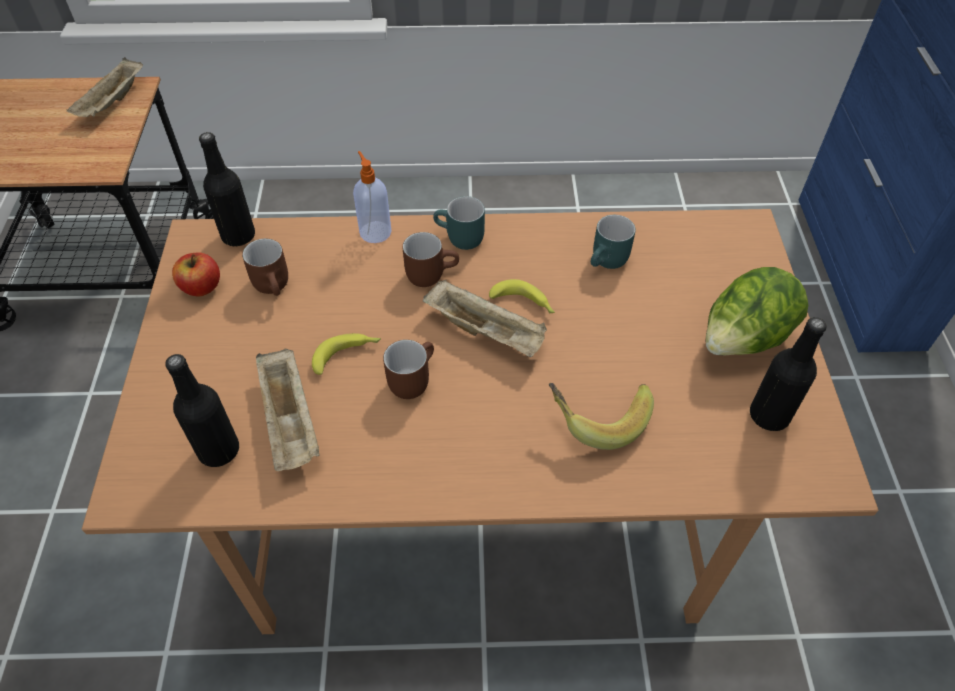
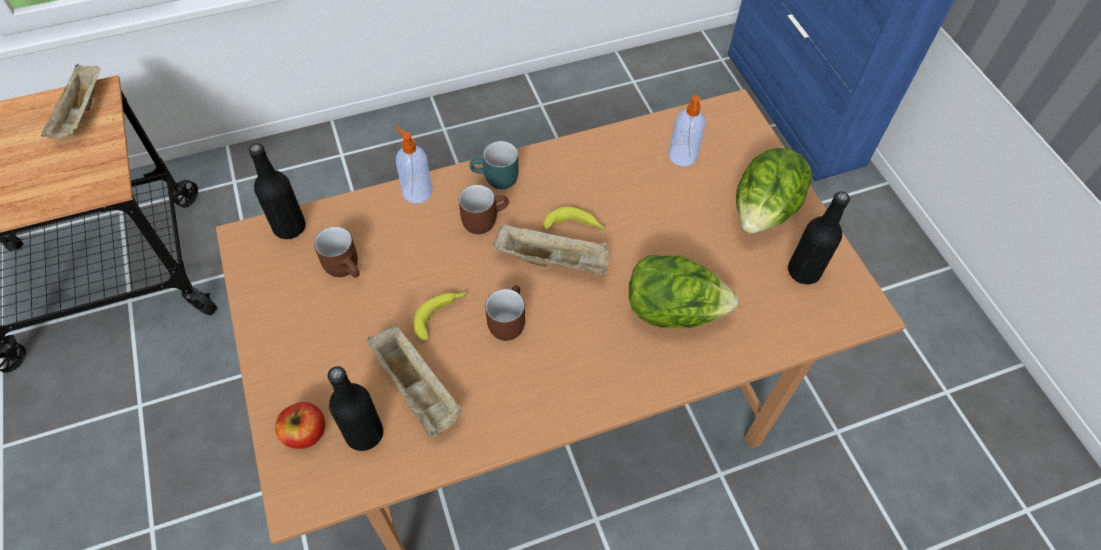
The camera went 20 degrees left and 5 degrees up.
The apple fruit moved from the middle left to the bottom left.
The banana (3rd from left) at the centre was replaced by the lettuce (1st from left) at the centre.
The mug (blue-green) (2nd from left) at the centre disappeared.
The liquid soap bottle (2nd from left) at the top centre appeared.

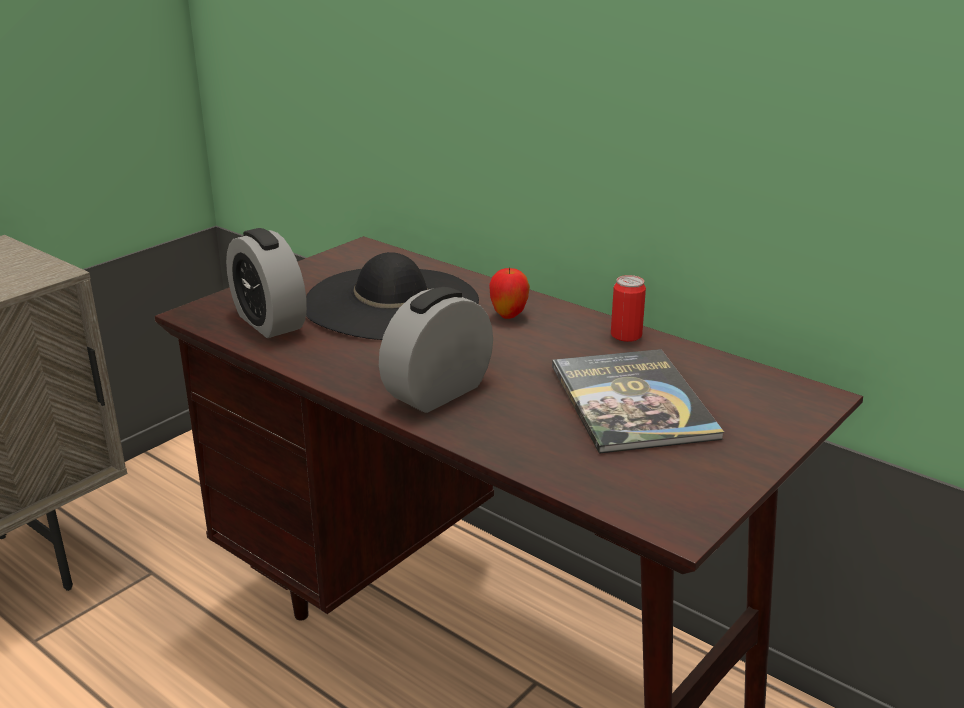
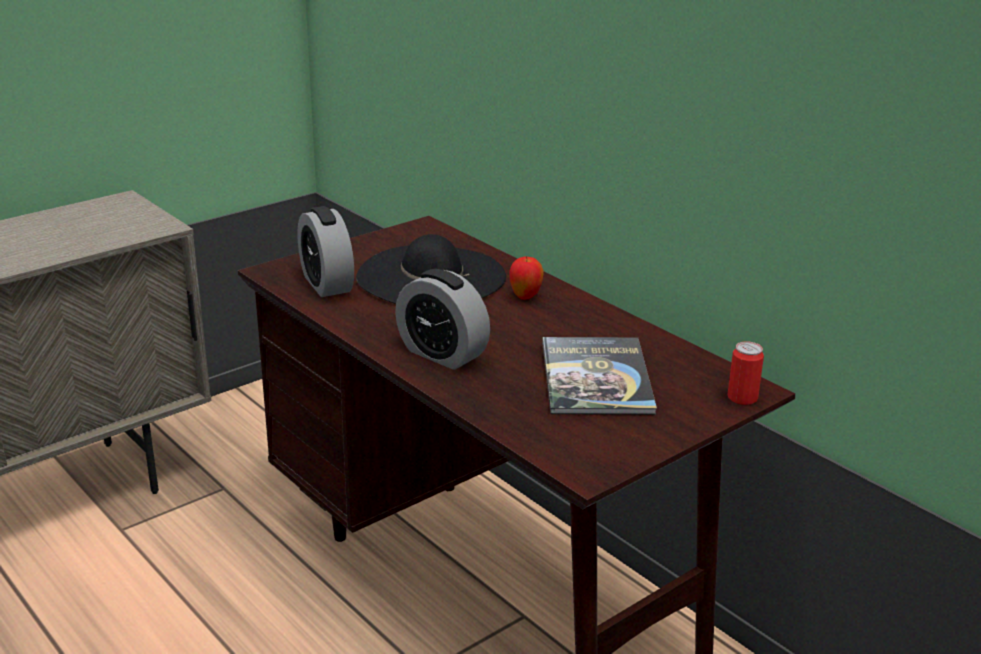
The camera went 10 degrees right and 0 degrees up.
The bedside clock (2nd from left) at the centre turned 105 degrees counterclockwise.
The metal can moved from the centre to the middle right.

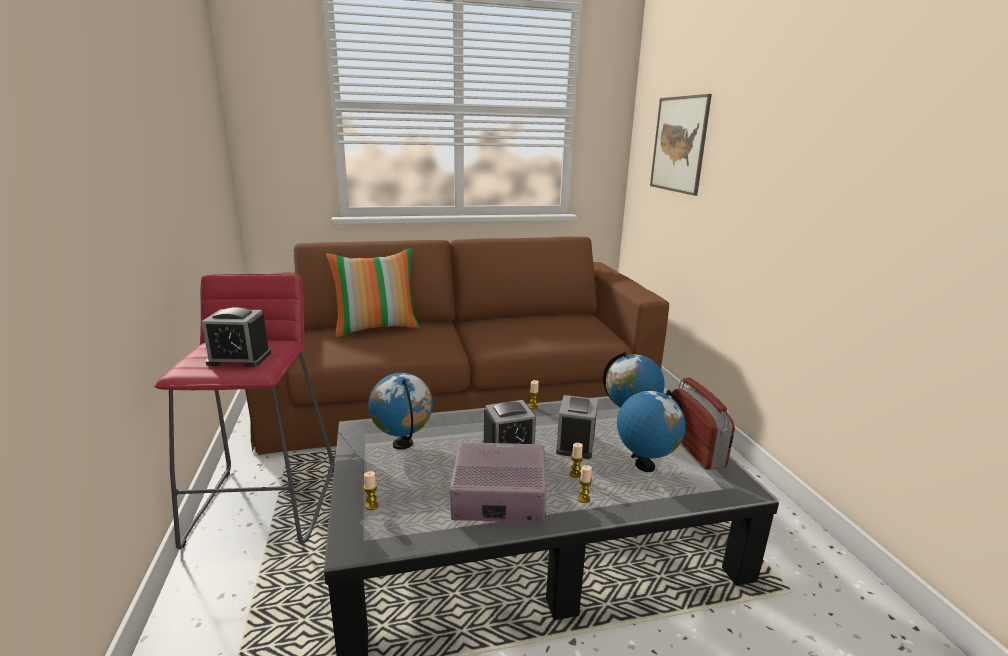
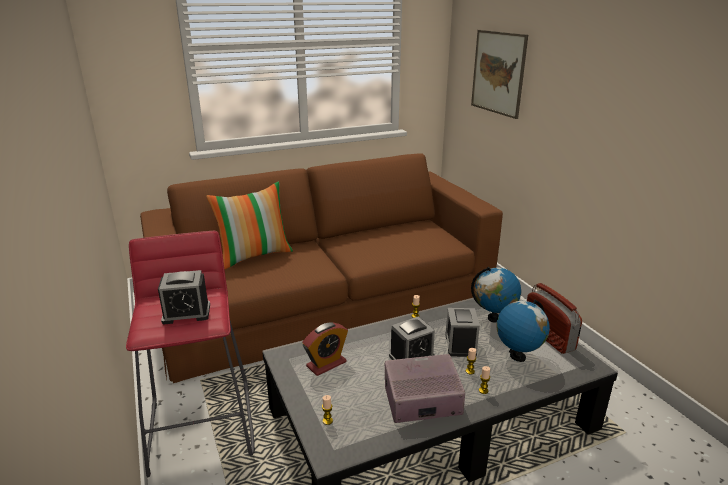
The camera went 10 degrees left and 5 degrees up.
The desk globe (1st from left) at the centre was replaced by the bedside clock (2nd from left) at the bottom centre.

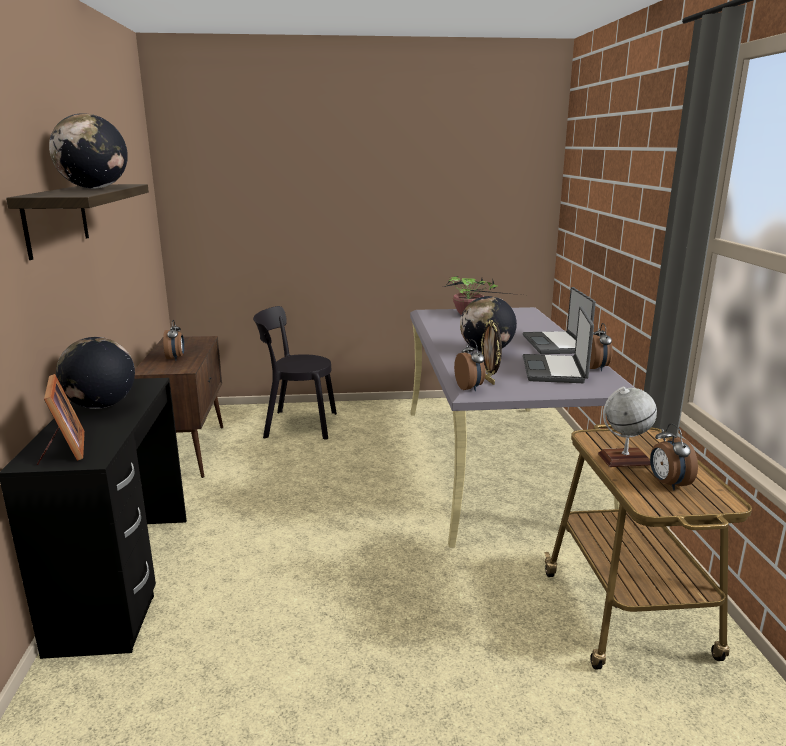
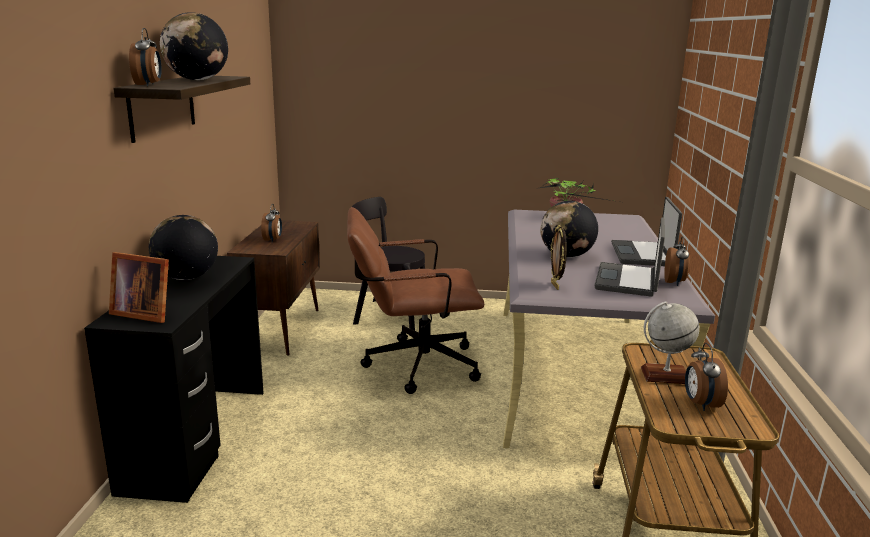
The camera went 10 degrees right and 0 degrees up.
The photo frame (1st from left) at the middle left turned 120 degrees clockwise.
The bedside clock (2nd from left in the first image) moved from the centre to the top left.
The desk chair (brownish) at the centre appeared.

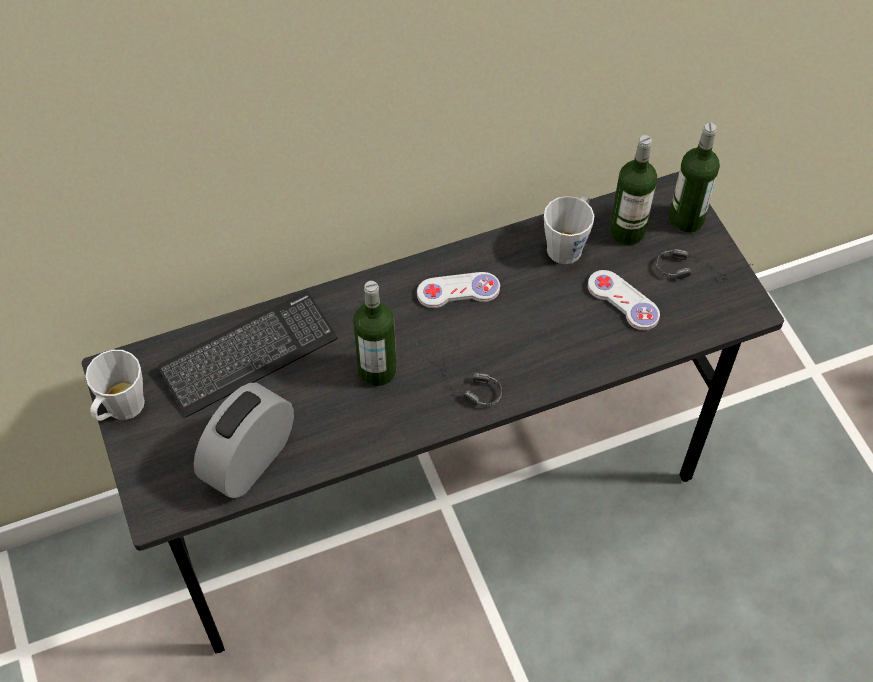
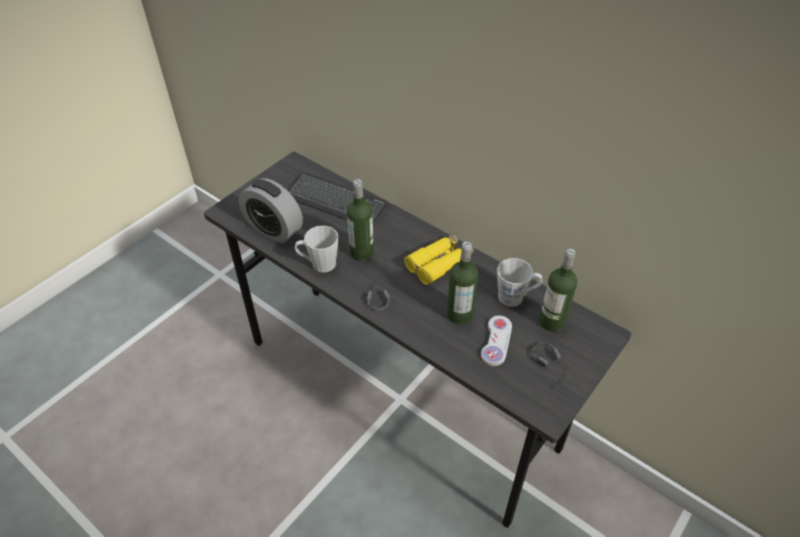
The camera went 60 degrees right and 10 degrees down.
The mug (grey) (1st from left) moved from the middle left to the centre.
The bedside clock at the middle left turned 150 degrees counterclockwise.
The gamepad (white-coloured) (1st from left) at the centre was replaced by the pair of binoculars (yellowish) at the centre.
The beverage bottle (3rd from left in the first image) moved from the top right to the centre.

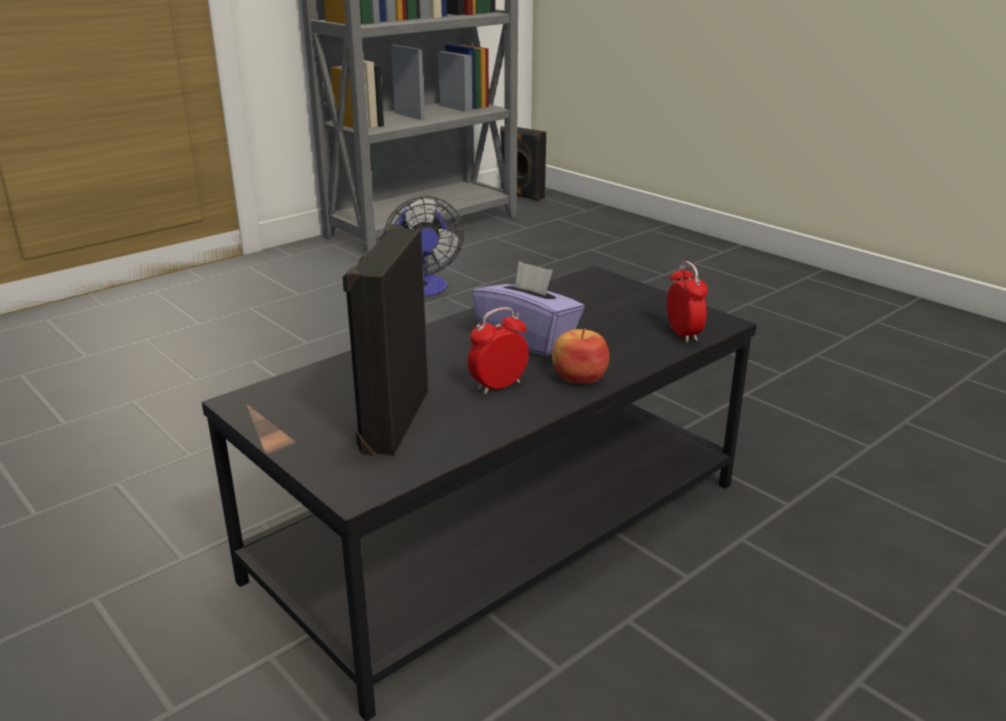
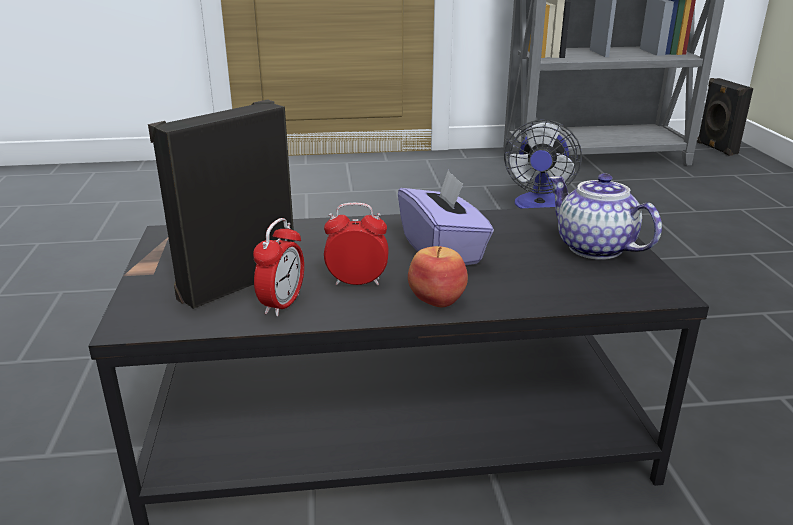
The camera went 35 degrees right and 0 degrees up.
The bedside clock (2nd from left in the first image) moved from the middle right to the centre.
The teapot at the middle right appeared.

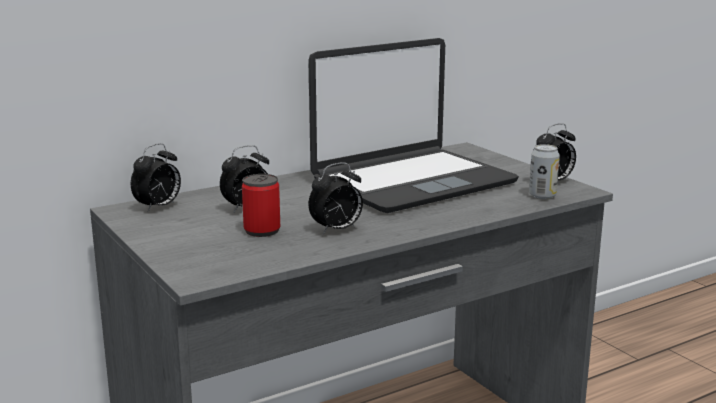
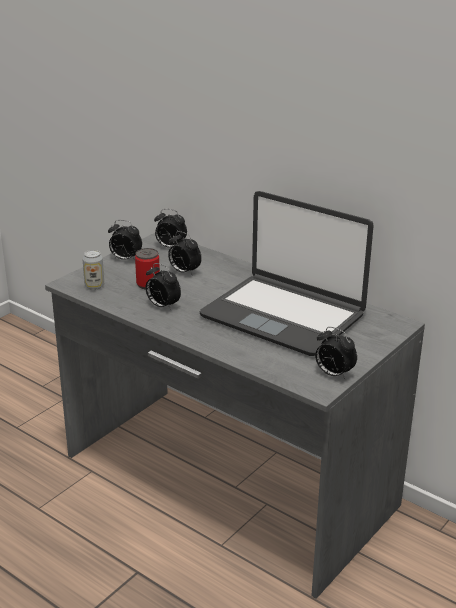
The camera went 70 degrees right and 10 degrees up.
The metal can (2nd from left in the first image) moved from the middle right to the middle left.
The bedside clock (1st from left) at the middle left appeared.

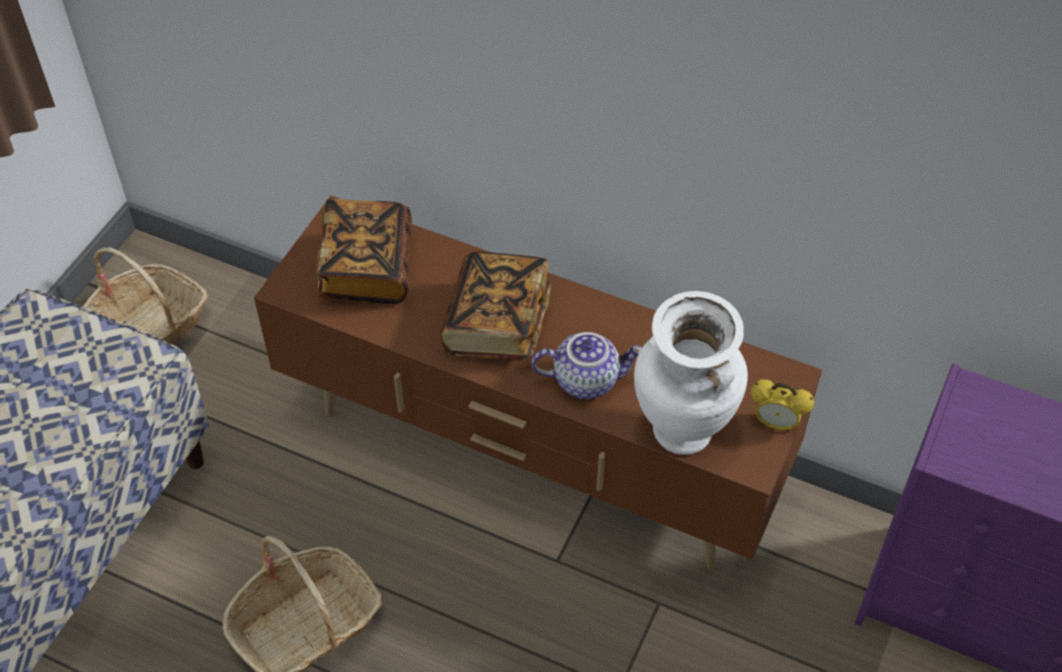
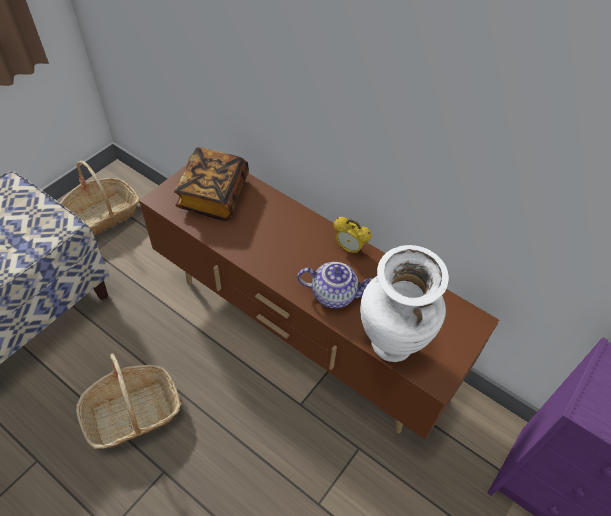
The camera went 10 degrees right and 0 degrees up.
The volume (2nd from left) at the centre disappeared.
The bedside clock moved from the middle right to the centre.

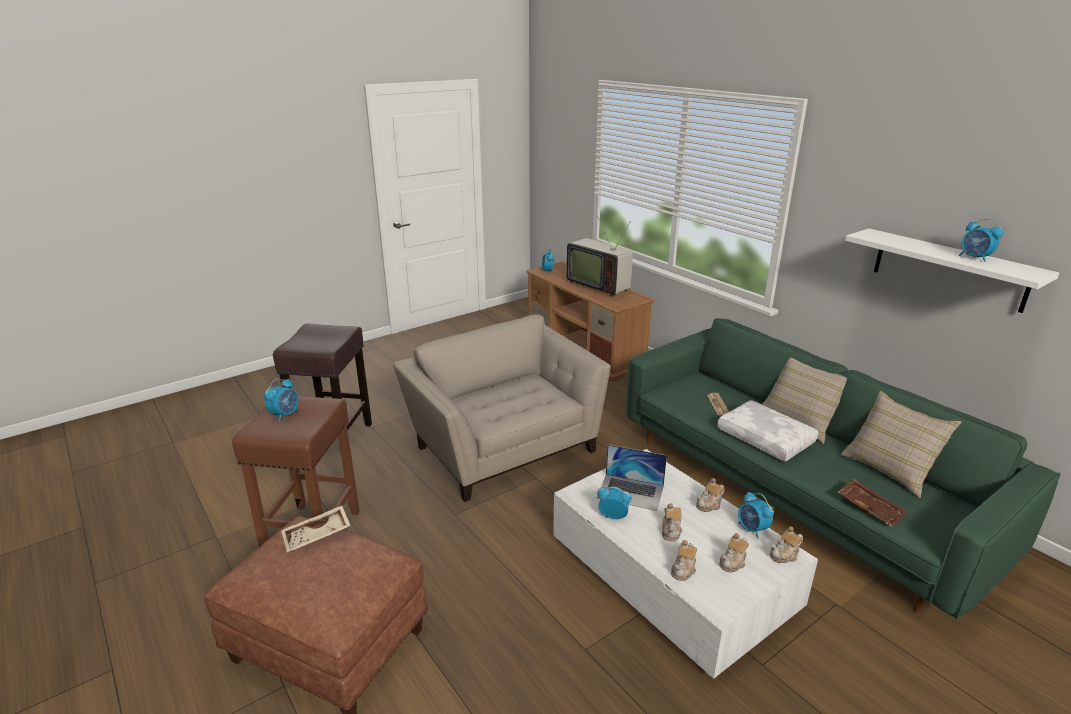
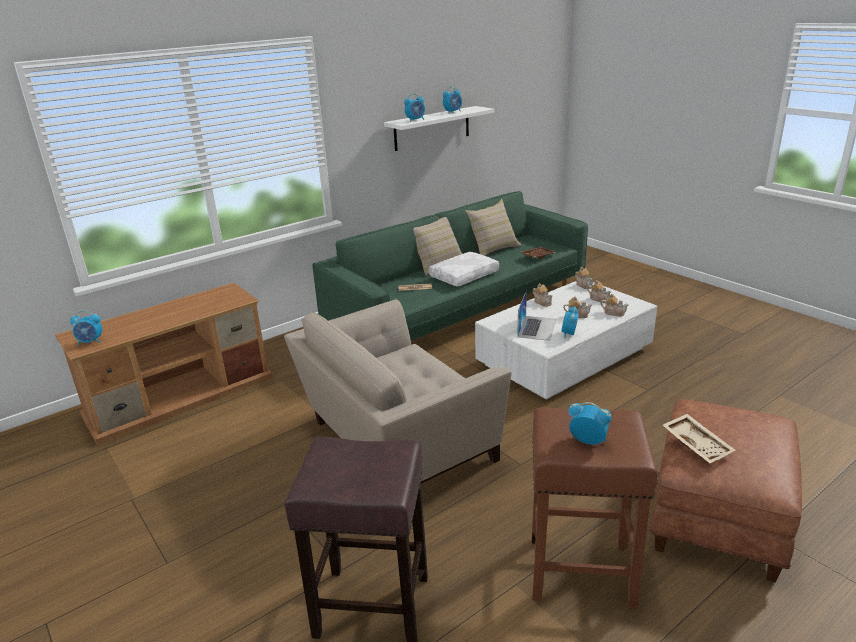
The camera went 90 degrees left and 0 degrees up.
The TV set at the centre disappeared.
The bedside clock (4th from left in the first image) moved from the bottom right to the top centre.

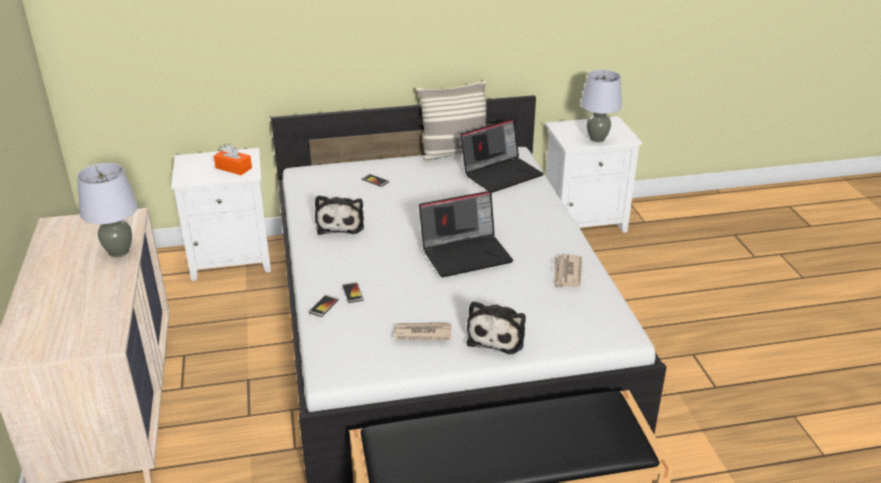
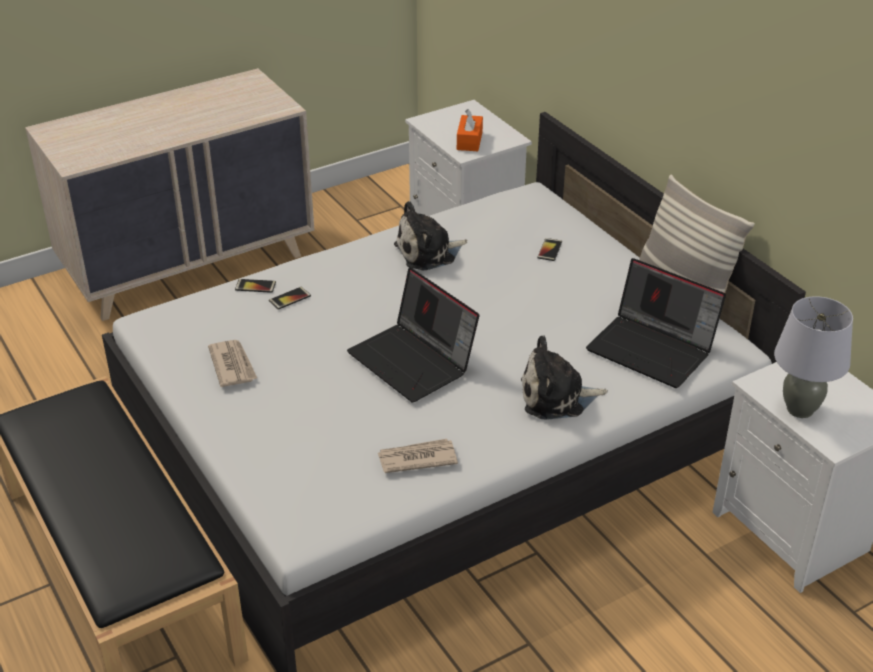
The camera went 70 degrees right and 5 degrees up.
The tabletop lamp (grey) (1st from left) at the middle left disappeared.
The plush toy (2nd from left) moved from the bottom centre to the centre.

